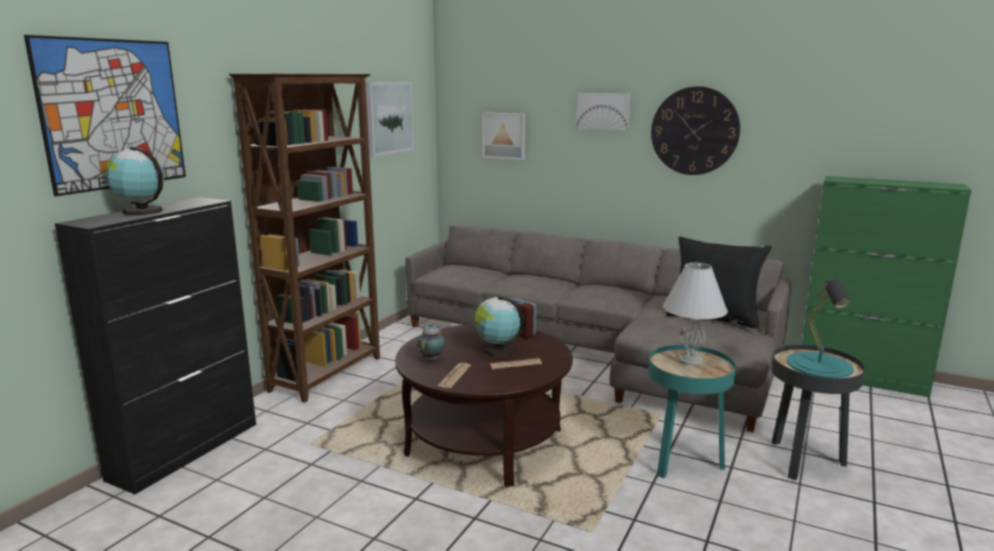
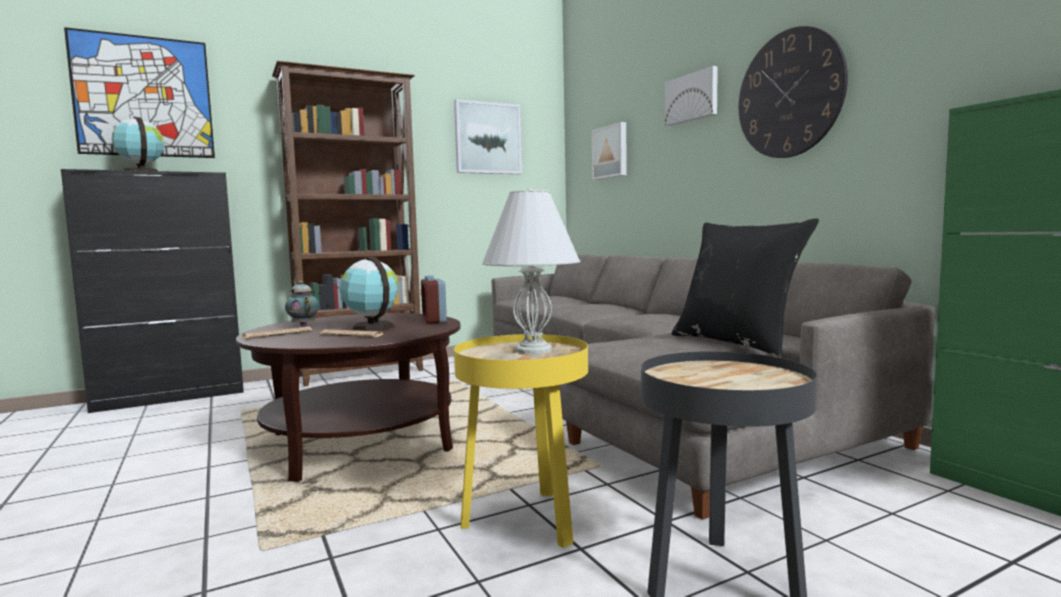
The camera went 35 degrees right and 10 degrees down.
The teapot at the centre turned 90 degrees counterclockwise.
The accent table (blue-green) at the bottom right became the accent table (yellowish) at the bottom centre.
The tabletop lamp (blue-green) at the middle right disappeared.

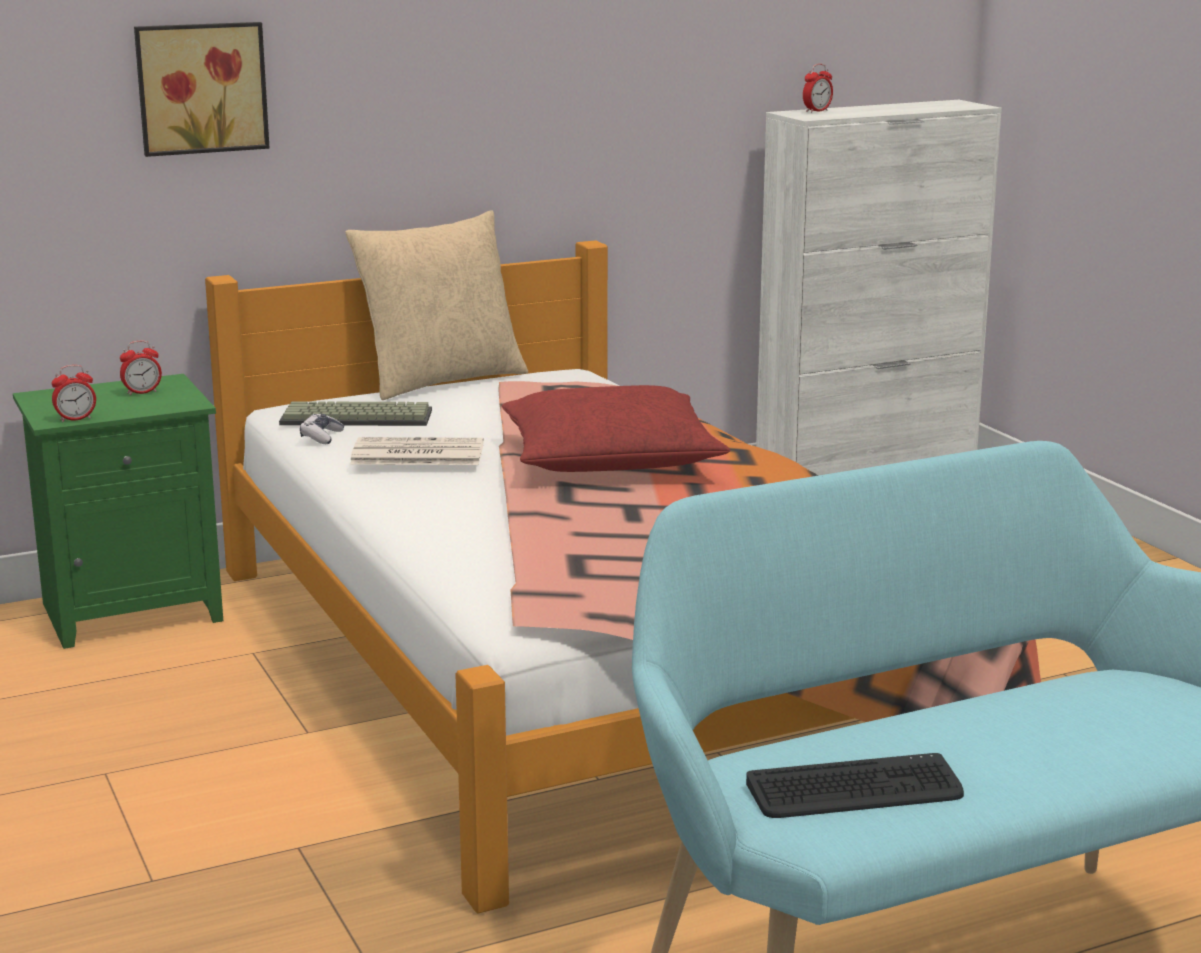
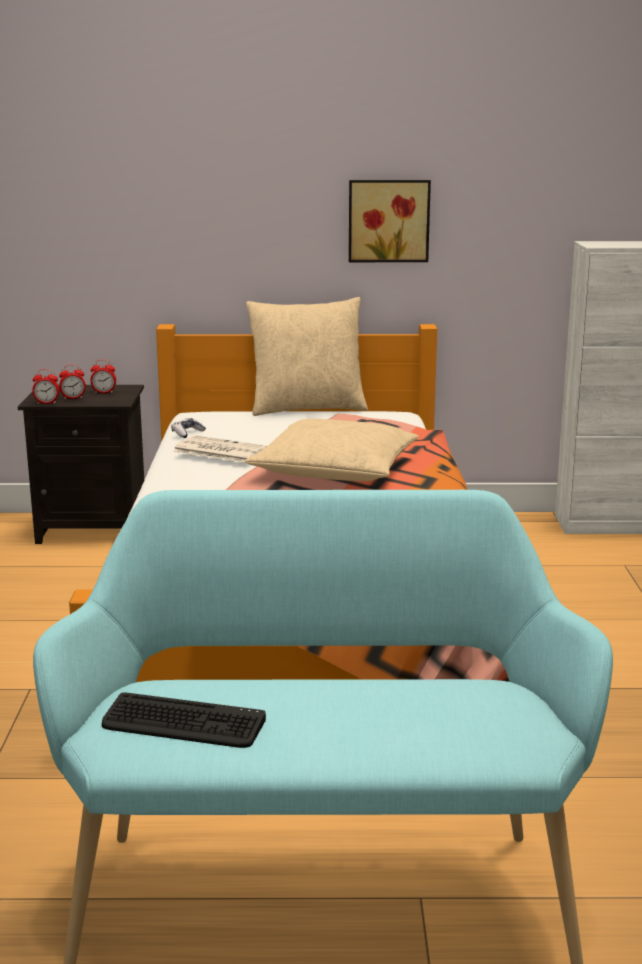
The camera went 25 degrees right and 0 degrees up.
The nightstand (green-coloured) at the middle left became the nightstand (black) at the middle left.
The wall art moved from the top left to the top centre.
The keyboard (1st from left) at the middle left disappeared.
The cushion (red) at the centre became the cushion (sand-coloured) (2nd from left) at the centre.
The bedside clock (3rd from left in the first image) moved from the top right to the middle left.

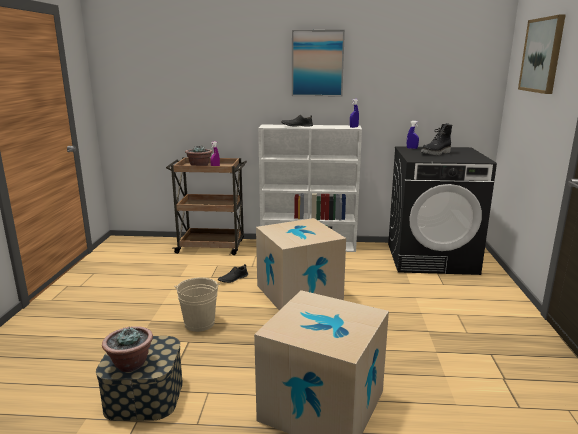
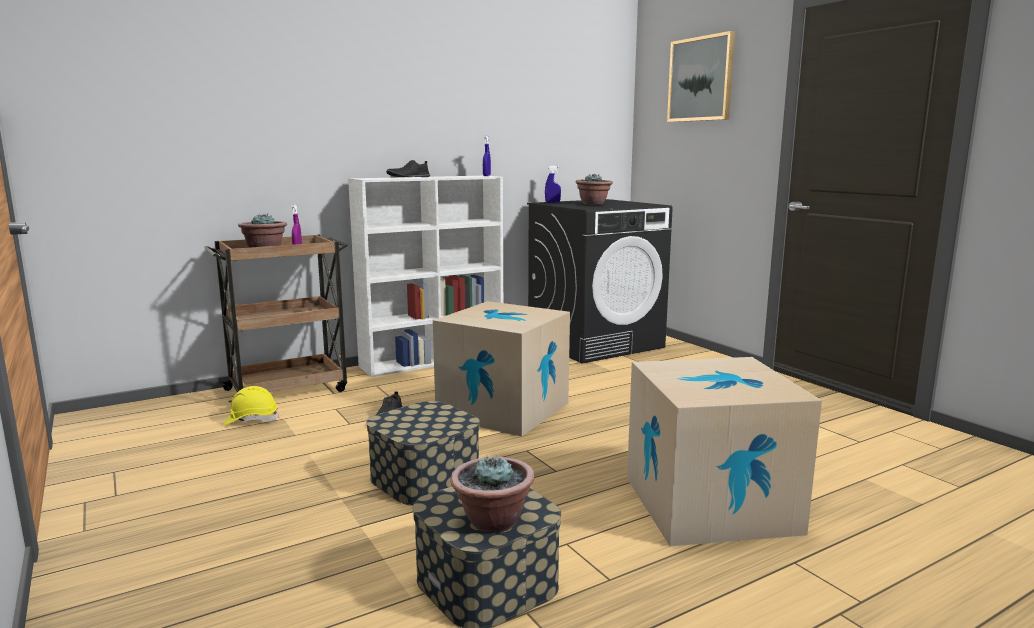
The camera went 35 degrees left and 5 degrees down.
The pail (sand-coloured) at the bottom centre was replaced by the storage box (1st from left) at the bottom centre.
The wall art (1st from left) at the top centre disappeared.
The boot (black) at the top right was replaced by the potted plant (3rd from left) at the top centre.
The hard hat (yellowish) at the middle left appeared.

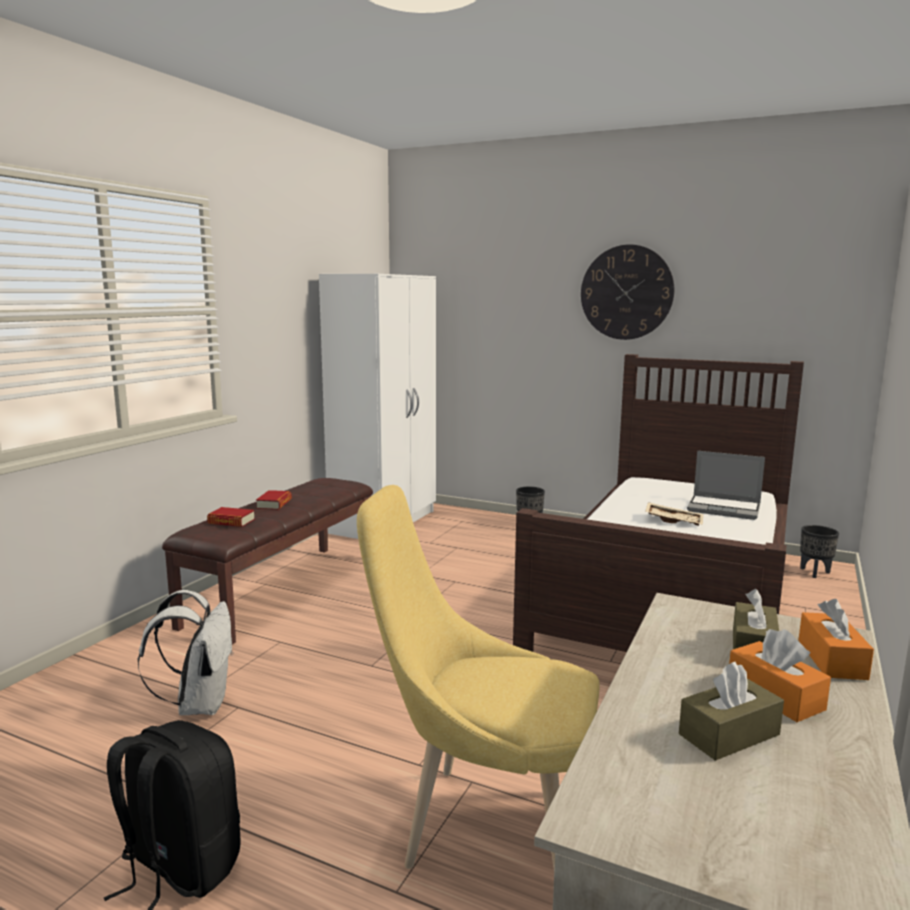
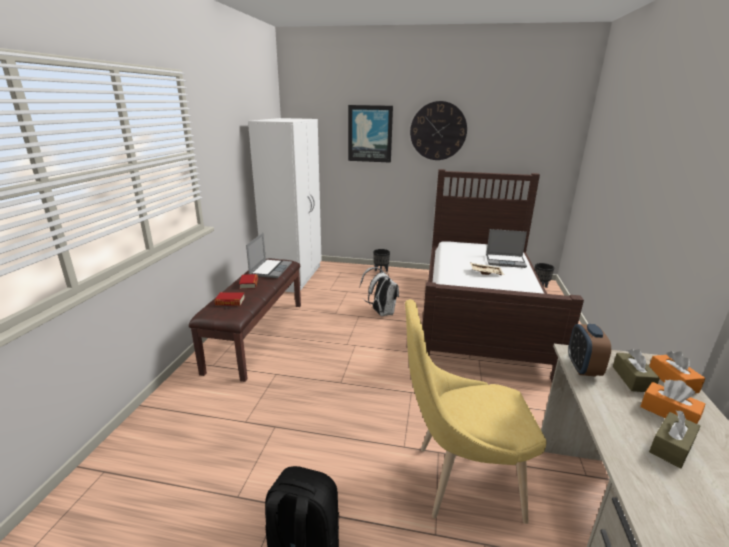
The camera went 15 degrees left and 10 degrees up.
The rucksack (white-coloured) moved from the bottom left to the centre.
The portable computer (1st from left) at the centre appeared.
The wall art at the top centre appeared.
The bedside clock at the middle right appeared.

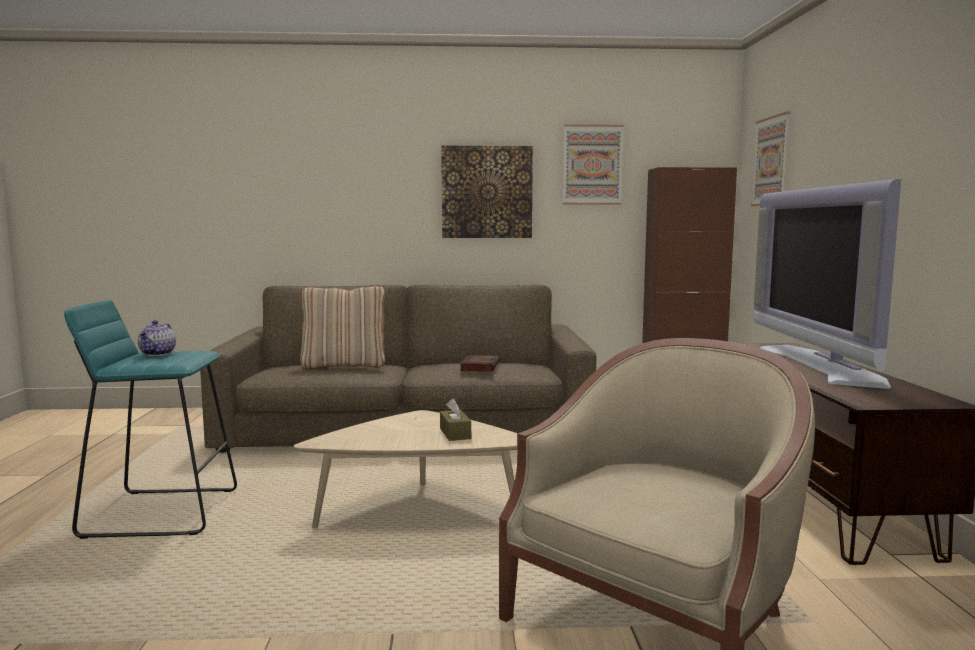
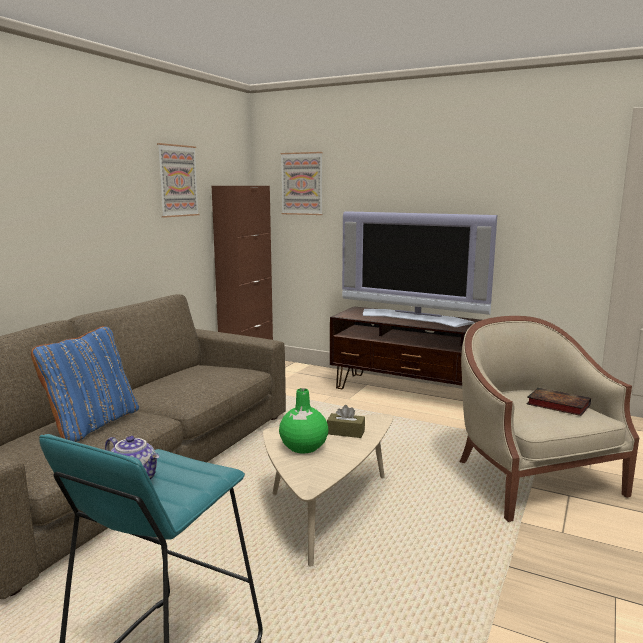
The camera went 60 degrees left and 5 degrees up.
The cushion (sand-coloured) at the centre became the cushion (blue-coloured) at the middle left.
The wall art (1st from left) at the top centre disappeared.
The volume moved from the centre to the middle right.
The vase (green-coloured) at the centre appeared.

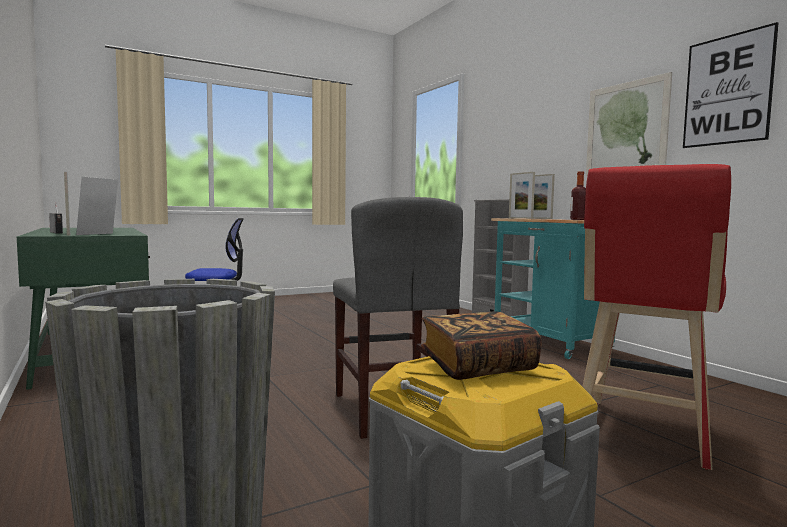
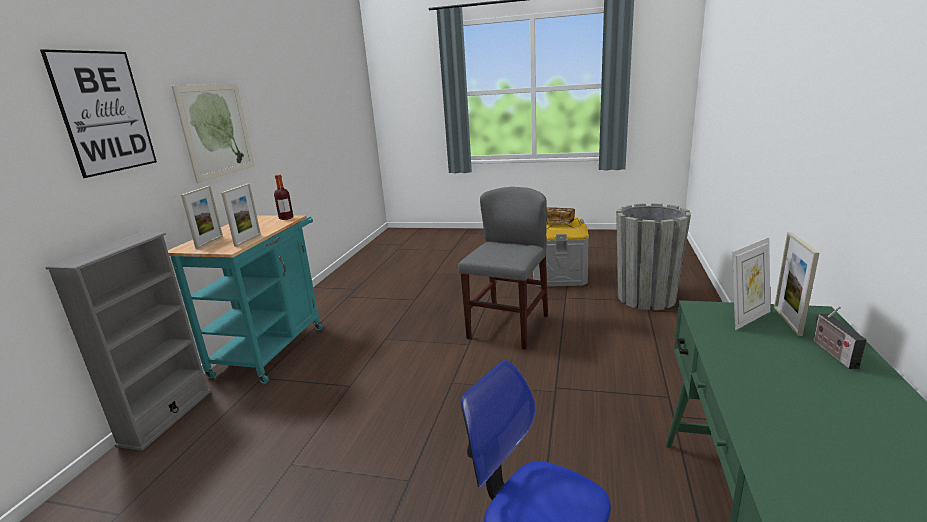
The camera went 135 degrees left and 15 degrees up.
The sitting stool (red) at the middle right disappeared.
The wall art (2nd from left in the first image) moved from the top right to the top left.

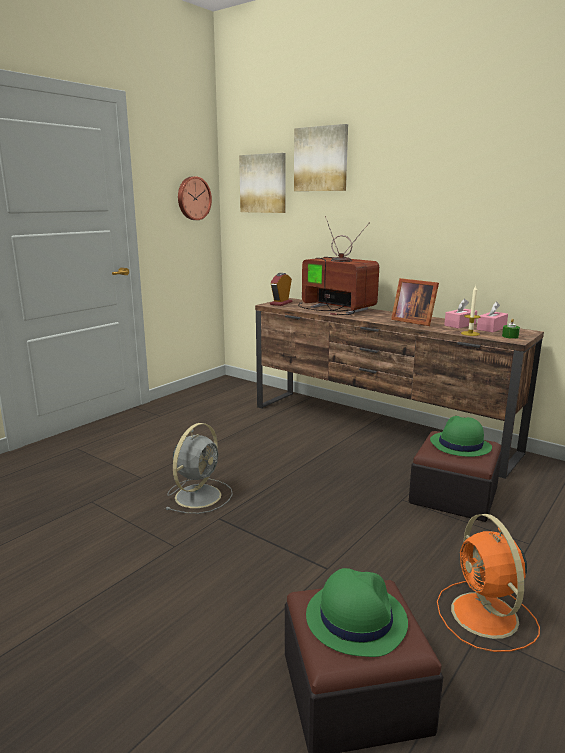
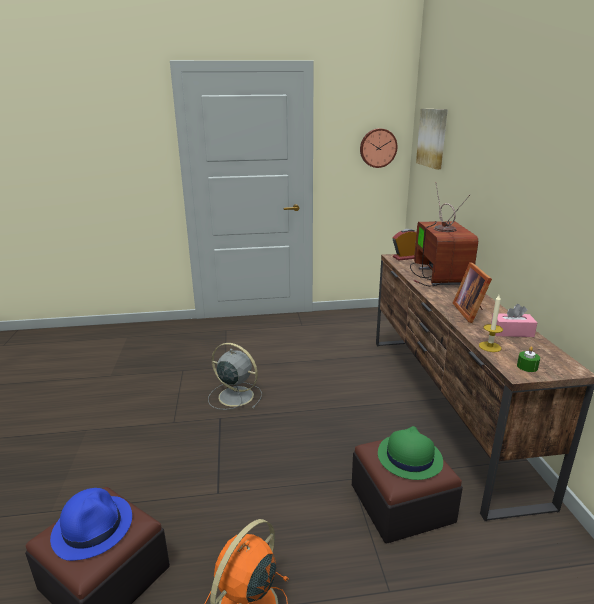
The camera went 45 degrees right and 5 degrees up.
The cooling fan (grey) at the centre turned 135 degrees counterclockwise.
The wall art (2nd from left) at the top centre disappeared.
The clothing hat (green-coloured) (1st from left) at the bottom centre became the clothing hat (blue-coloured) at the bottom left.
The tissue box (pinkish) (2nd from left) at the middle right disappeared.

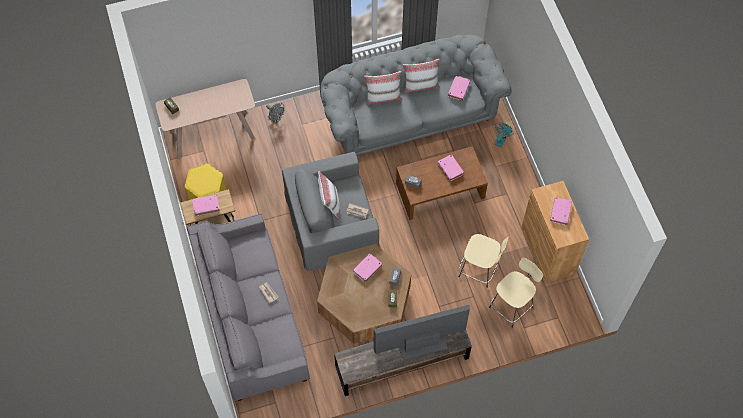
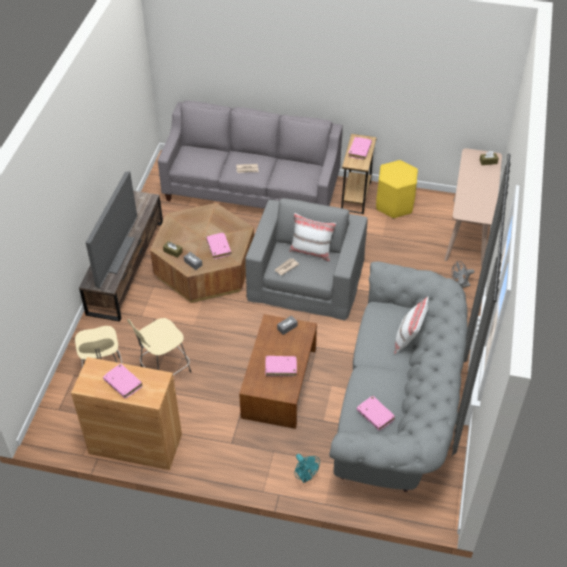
The camera went 120 degrees right and 15 degrees down.
The cushion (white-coloured) (3rd from left) at the top centre disappeared.

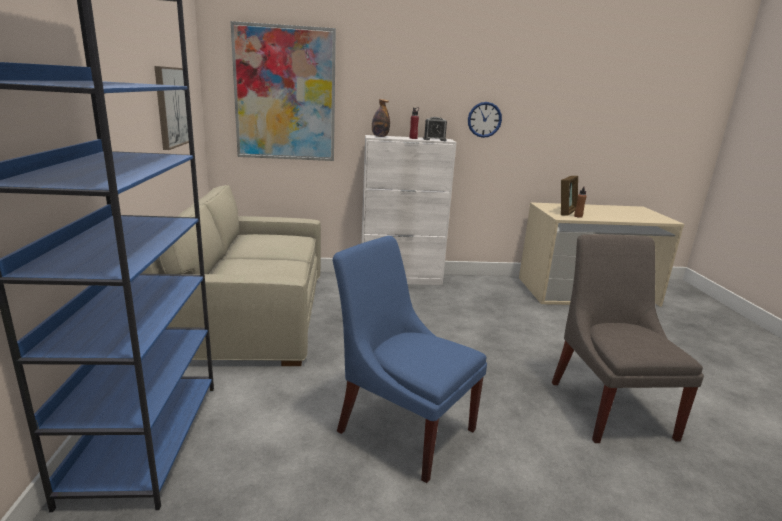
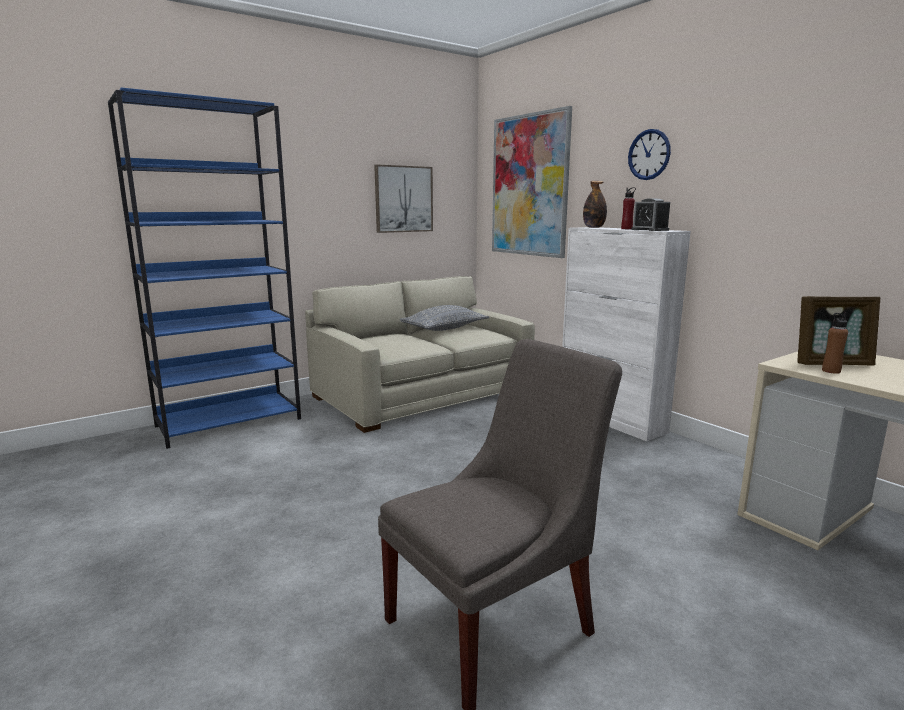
The camera went 60 degrees right and 5 degrees down.
The plain chair (blue-coloured) at the bottom centre disappeared.
The wall clock moved from the top centre to the top right.
The cushion (grey) at the centre appeared.

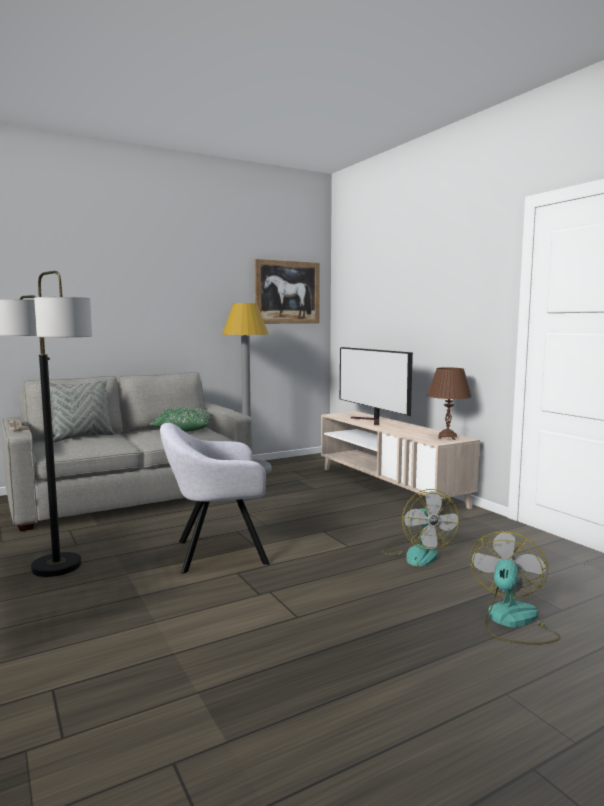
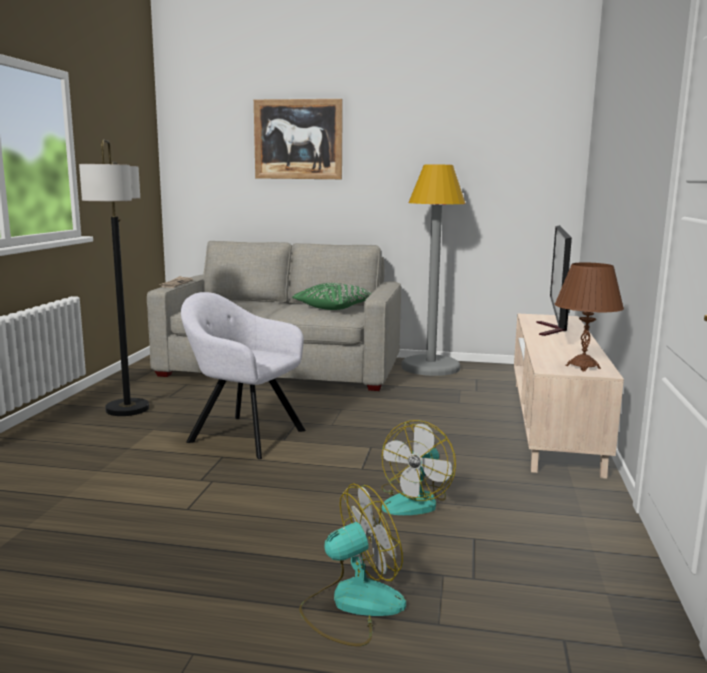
The camera went 40 degrees right and 5 degrees up.
The cushion (grey) at the middle left disappeared.
The wall art moved from the centre to the top centre.

